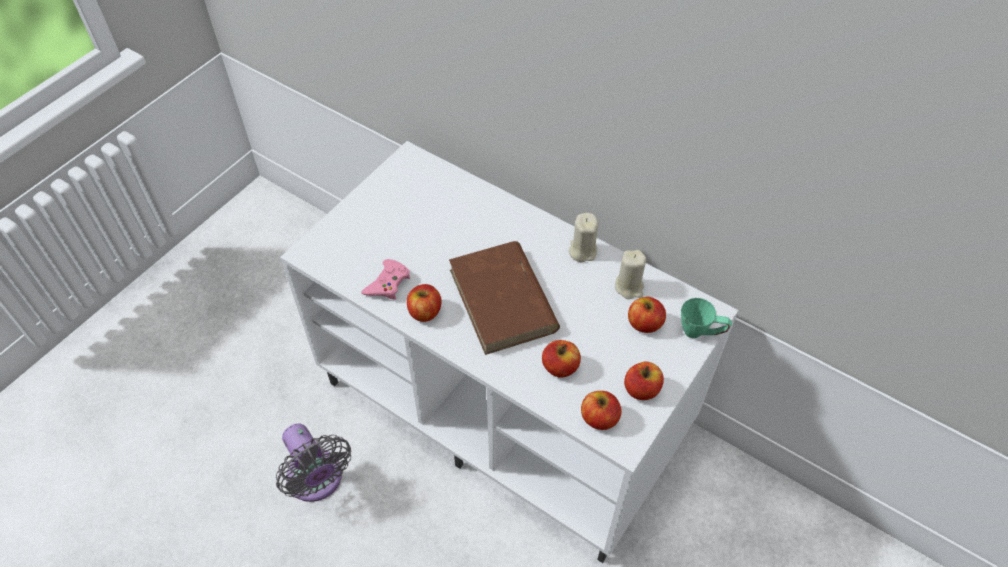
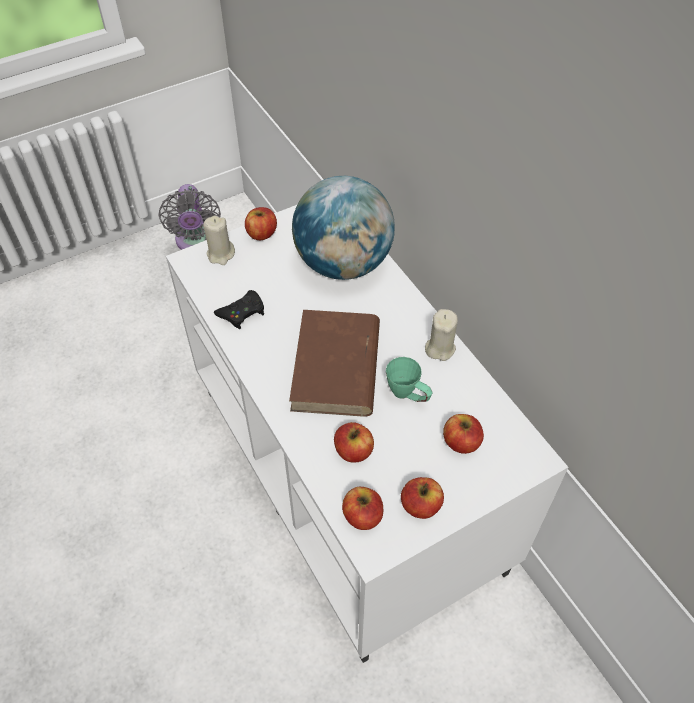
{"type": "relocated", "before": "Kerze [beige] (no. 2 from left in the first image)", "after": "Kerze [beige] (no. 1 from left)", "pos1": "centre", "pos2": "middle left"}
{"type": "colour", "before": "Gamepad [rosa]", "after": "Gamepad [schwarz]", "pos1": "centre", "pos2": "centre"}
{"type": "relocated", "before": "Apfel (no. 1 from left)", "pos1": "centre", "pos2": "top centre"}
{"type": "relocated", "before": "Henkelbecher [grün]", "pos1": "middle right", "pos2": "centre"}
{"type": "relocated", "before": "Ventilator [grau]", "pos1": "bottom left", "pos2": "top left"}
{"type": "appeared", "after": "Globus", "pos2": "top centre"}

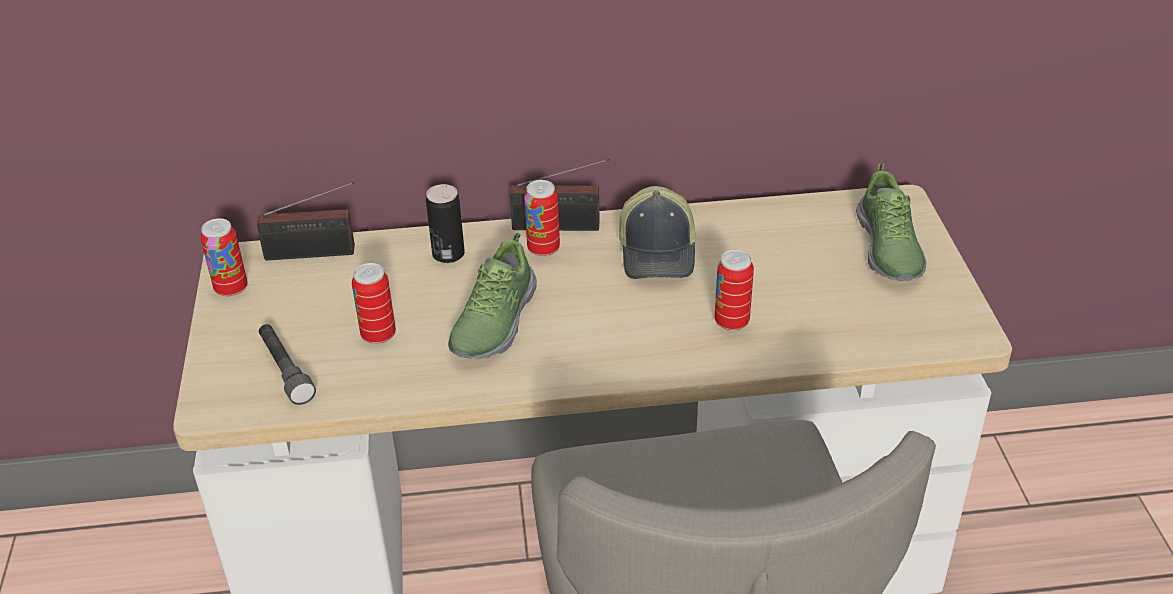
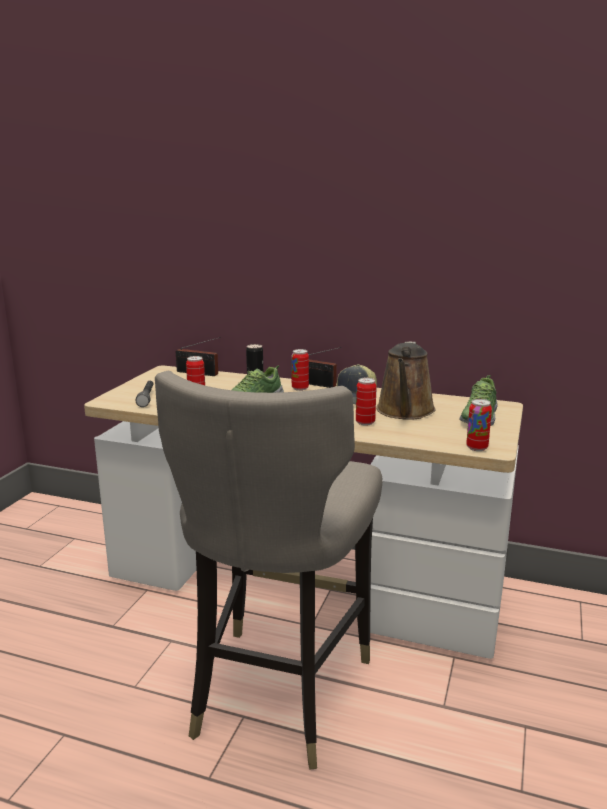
{"type": "relocated", "before": "Dose (no. 1 from left in the first image)", "after": "Dose (no. 5 from left)", "pos1": "middle left", "pos2": "middle right"}
{"type": "appeared", "after": "Gießkanne [braun]", "pos2": "middle right"}

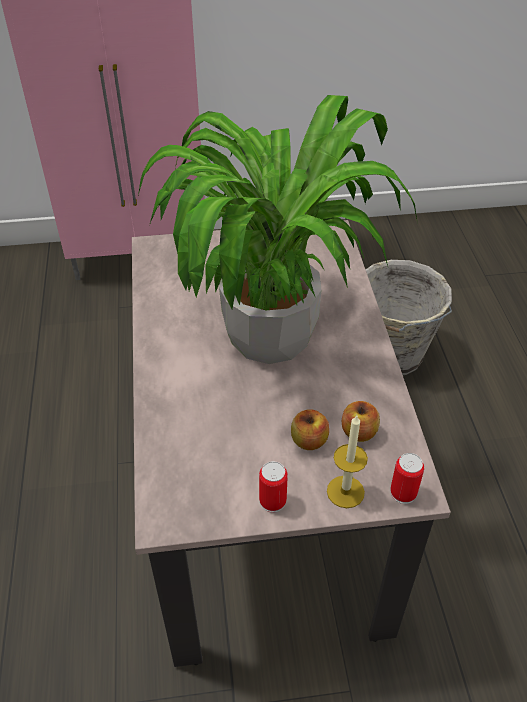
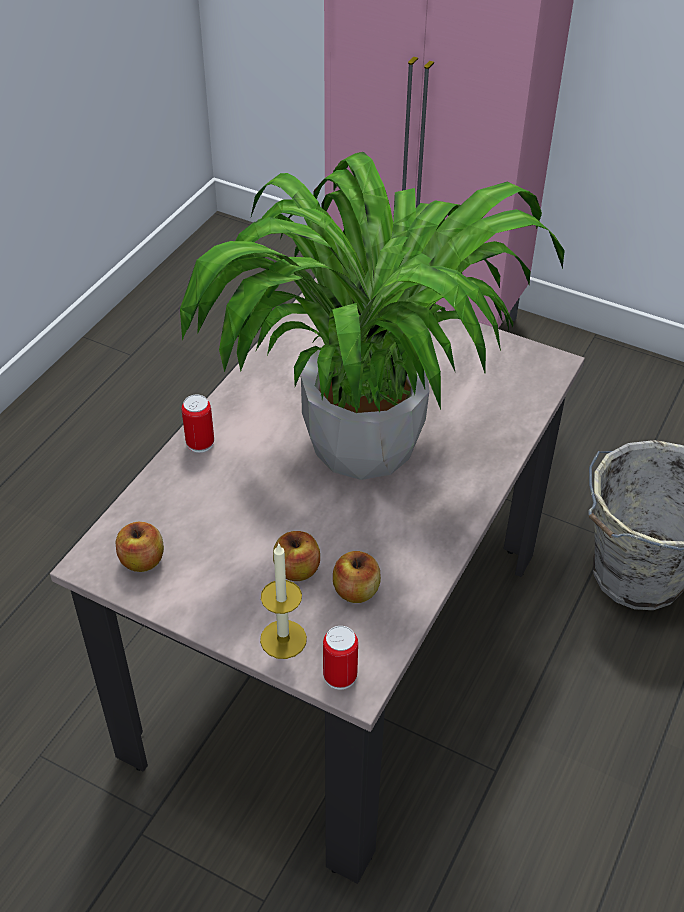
{"type": "relocated", "before": "Dose (no. 1 from left)", "pos1": "bottom centre", "pos2": "middle left"}
{"type": "appeared", "after": "Apfel (no. 1 from left)", "pos2": "middle left"}

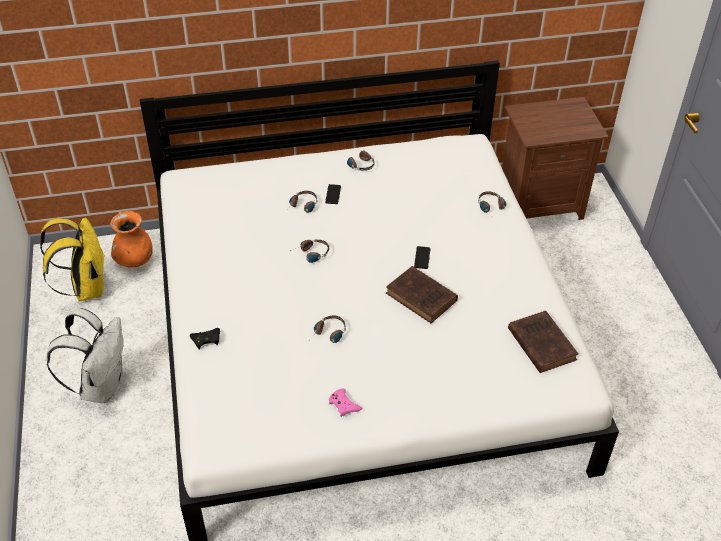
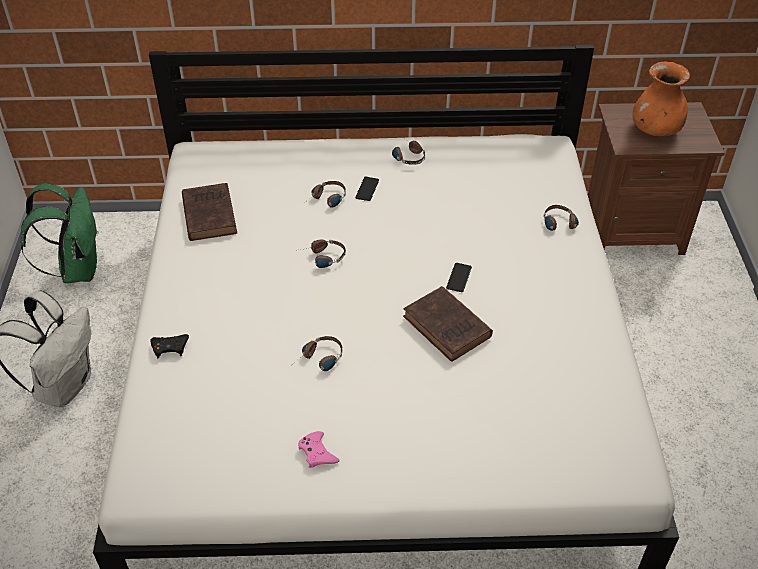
{"type": "relocated", "before": "Vase [orange]", "pos1": "middle left", "pos2": "top right"}
{"type": "colour", "before": "Rucksack [gelb]", "after": "Rucksack [grün]", "pos1": "middle left", "pos2": "middle left"}
{"type": "relocated", "before": "Buch [braun] (no. 2 from left in the first image)", "after": "Buch [braun] (no. 1 from left)", "pos1": "middle right", "pos2": "middle left"}

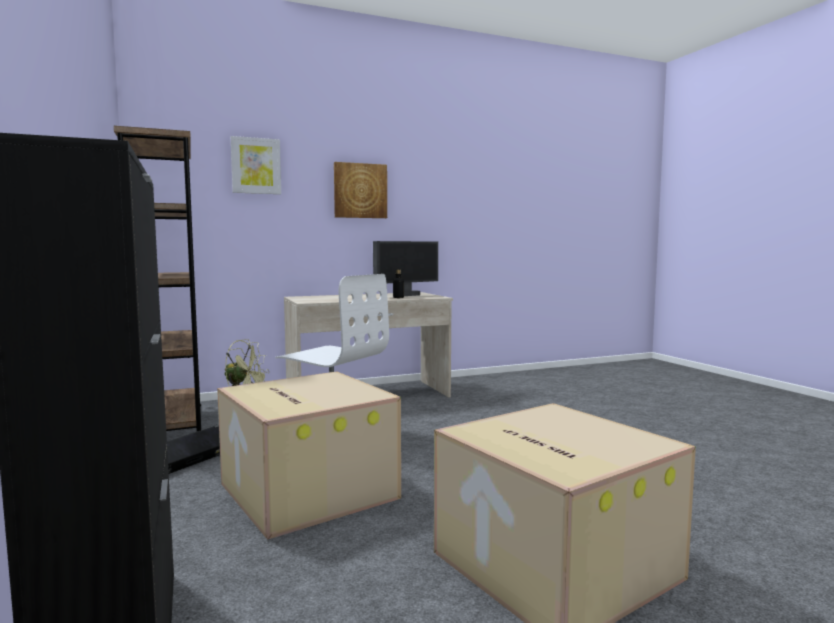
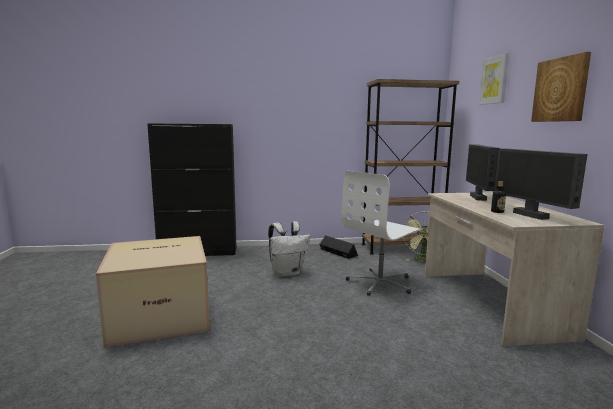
{"type": "exchanged", "before": "Karton (no. 1 from left)", "after": "Rucksack [weiß]", "pos1": "bottom centre", "pos2": "centre"}
{"type": "appeared", "after": "Monitor (no. 1 from left)", "pos2": "middle right"}

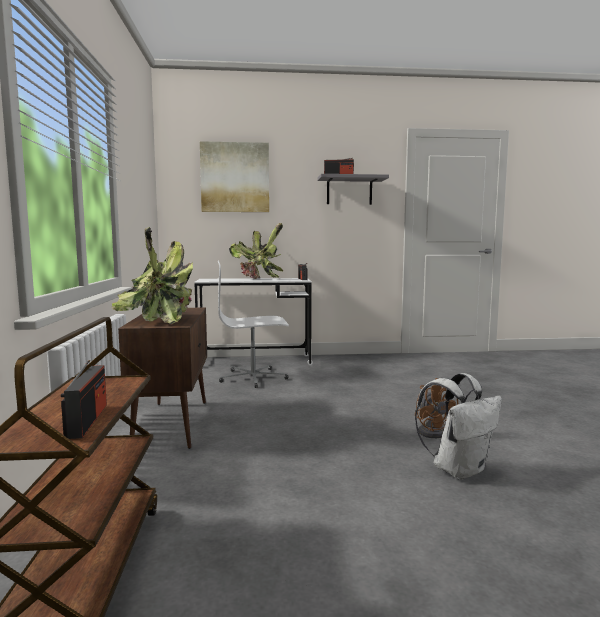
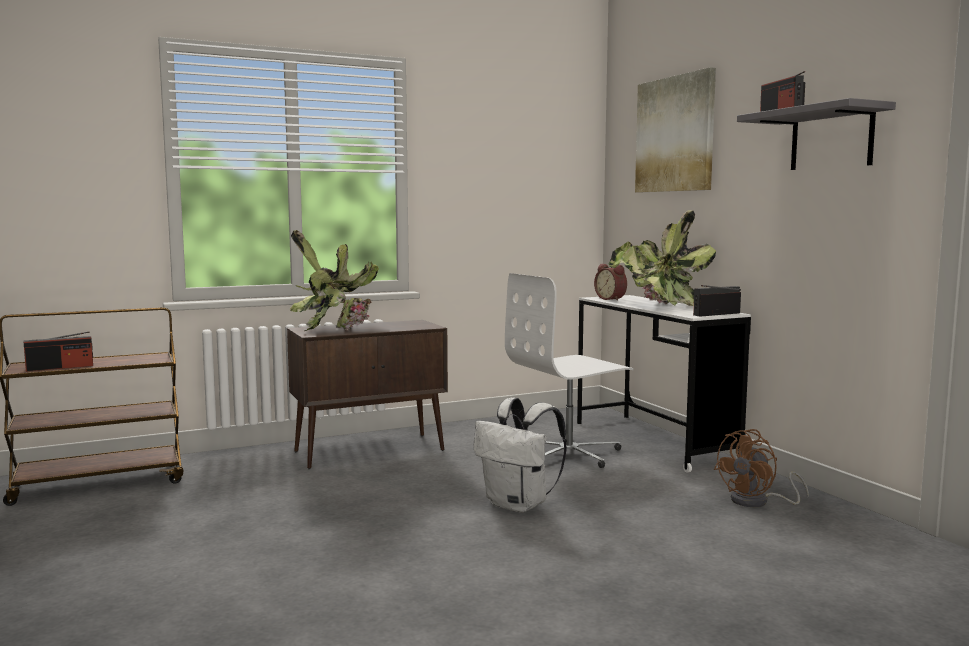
{"type": "spun", "before": "Bürostuhl [weiß]", "pos1": "centre", "pos2": "centre", "turn": -90}
{"type": "relocated", "before": "Rucksack [weiß]", "pos1": "bottom right", "pos2": "bottom centre"}
{"type": "relocated", "before": "Ventilator [braun]", "pos1": "middle right", "pos2": "bottom right"}
{"type": "appeared", "after": "Wecker", "pos2": "centre"}

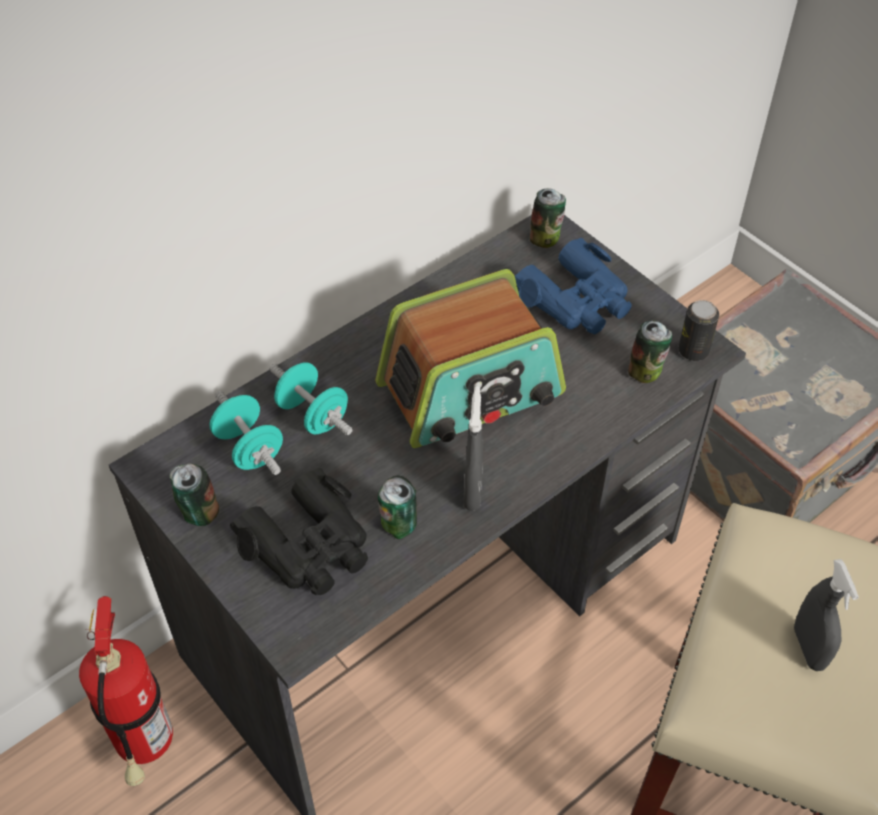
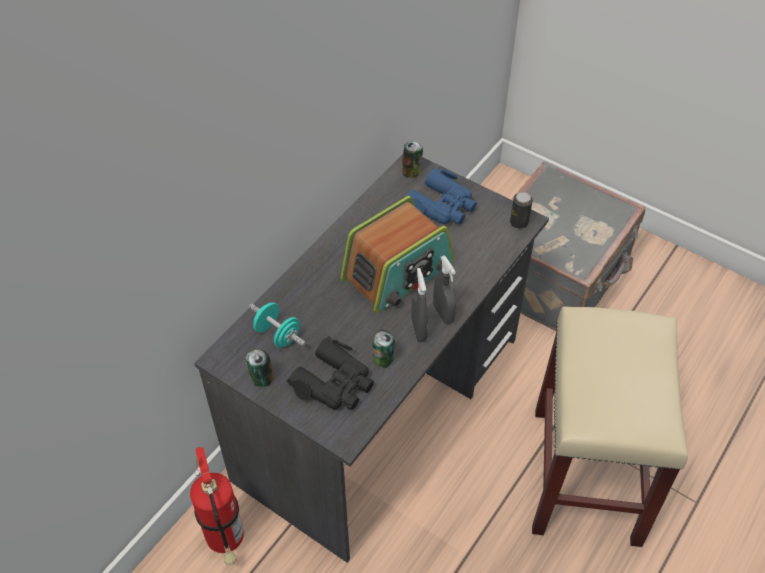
{"type": "missing", "before": "Dose (no. 4 from left)", "pos1": "middle right"}
{"type": "missing", "before": "Hantel [türkis] (no. 2 from left)", "pos1": "centre"}
{"type": "relocated", "before": "Sprühflasche [grau] (no. 2 from left)", "pos1": "bottom right", "pos2": "centre"}

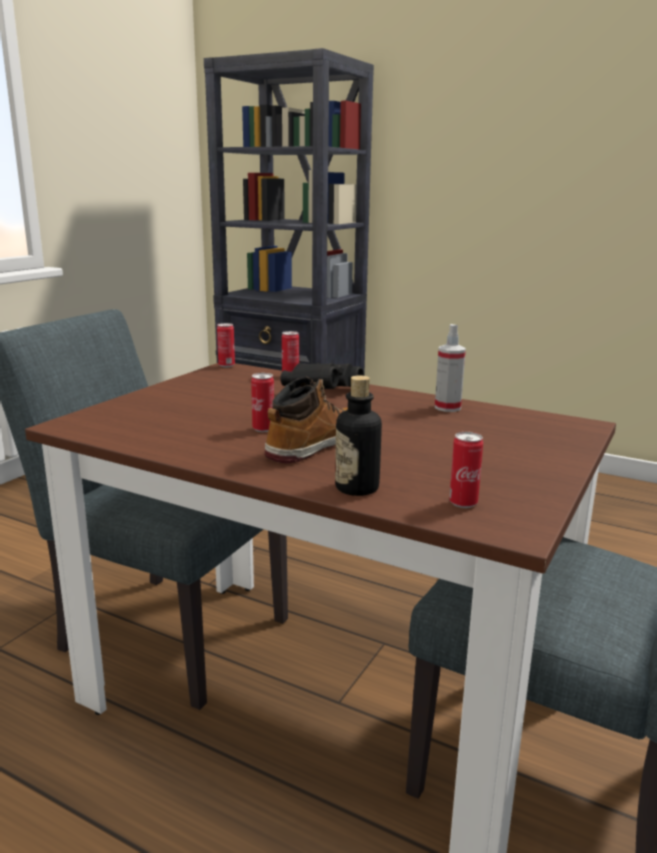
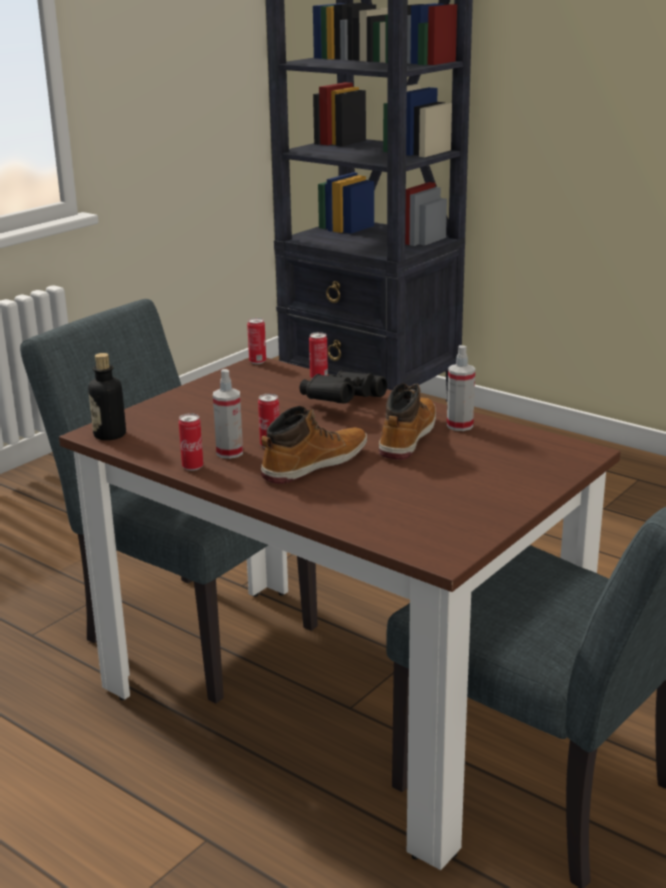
{"type": "relocated", "before": "Flasche", "pos1": "centre", "pos2": "middle left"}
{"type": "relocated", "before": "Dose (no. 4 from left in the first image)", "after": "Dose (no. 1 from left)", "pos1": "middle right", "pos2": "middle left"}
{"type": "appeared", "after": "Sprühflasche (no. 1 from left)", "pos2": "centre"}
{"type": "appeared", "after": "Stiefel (no. 2 from left)", "pos2": "centre"}

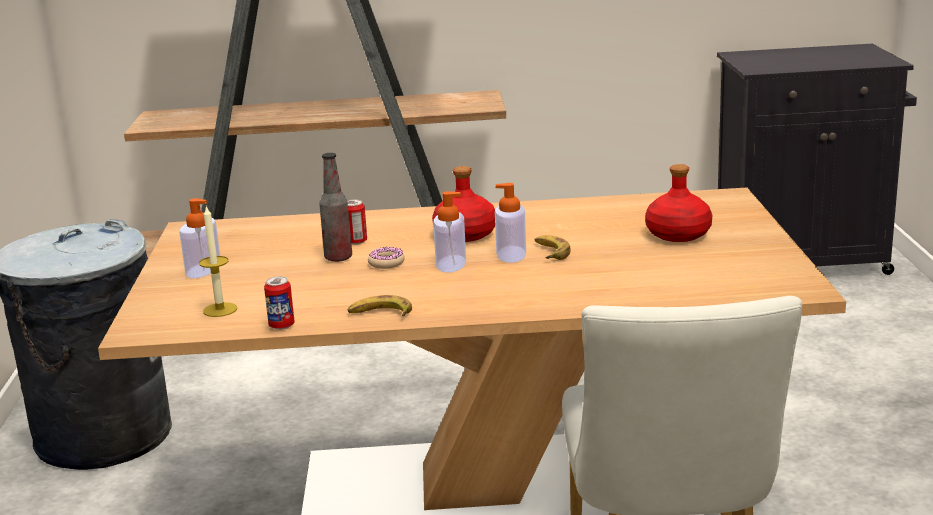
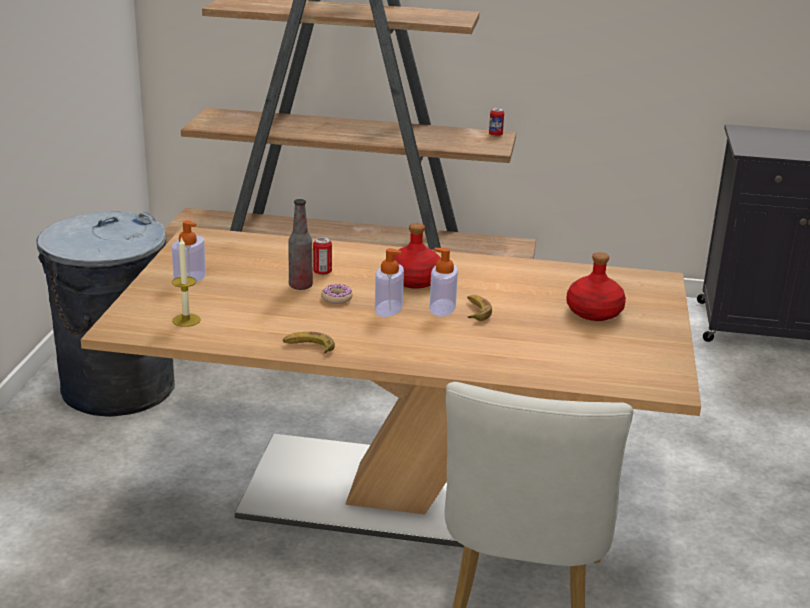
{"type": "relocated", "before": "Dose (no. 1 from left in the first image)", "after": "Dose (no. 2 from left)", "pos1": "middle left", "pos2": "top centre"}

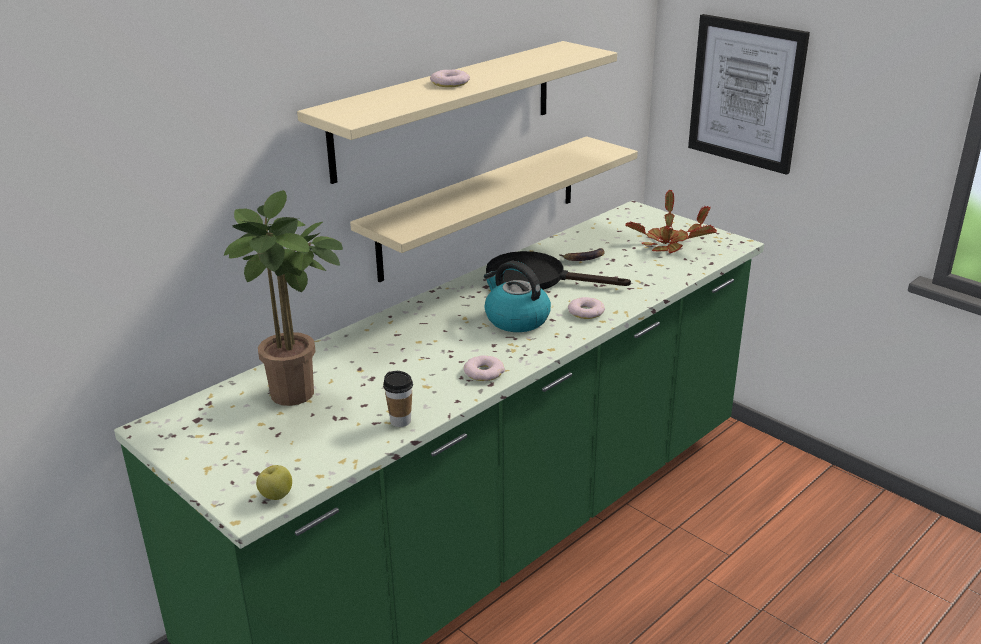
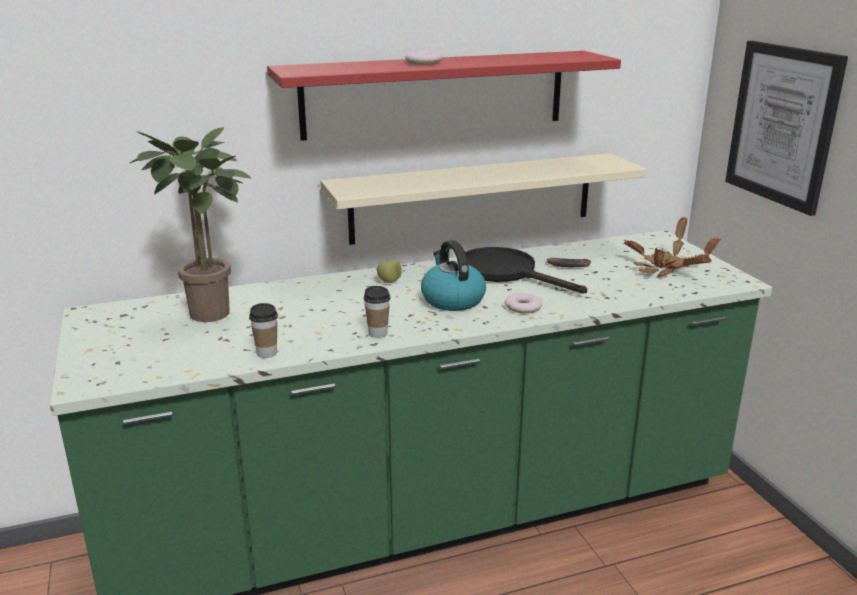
{"type": "colour", "before": "Wandregal [beige] (no. 1 from left)", "after": "Wandregal [rot]", "pos1": "top centre", "pos2": "top centre"}
{"type": "exchanged", "before": "Donut (no. 2 from left)", "after": "Tasse (no. 2 from left)", "pos1": "centre", "pos2": "centre"}
{"type": "relocated", "before": "Apfel", "pos1": "bottom left", "pos2": "centre"}

